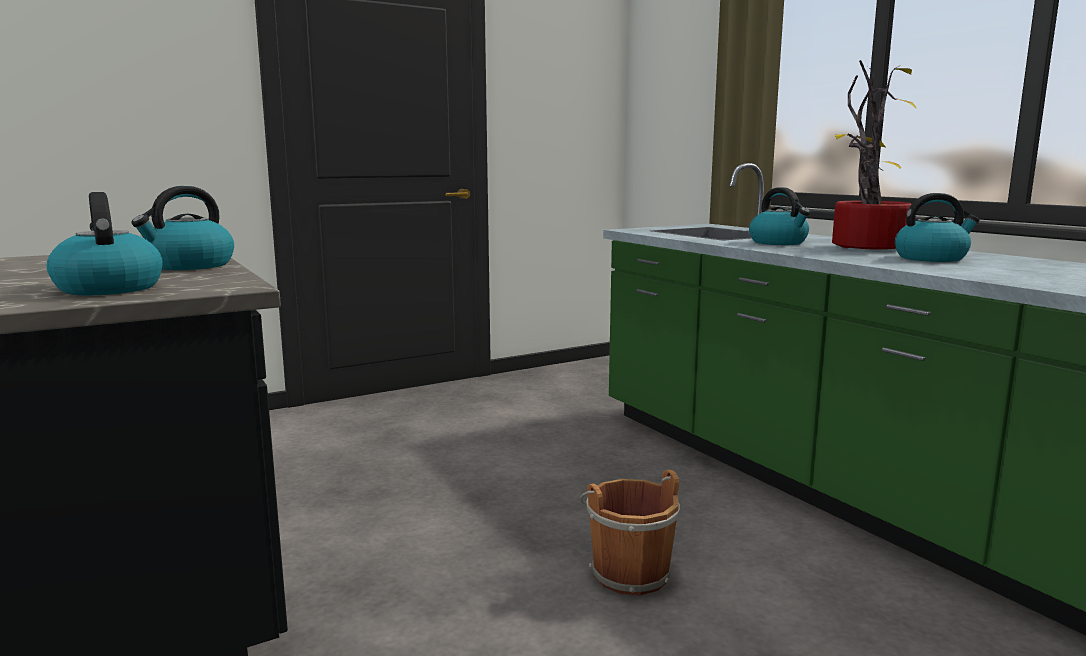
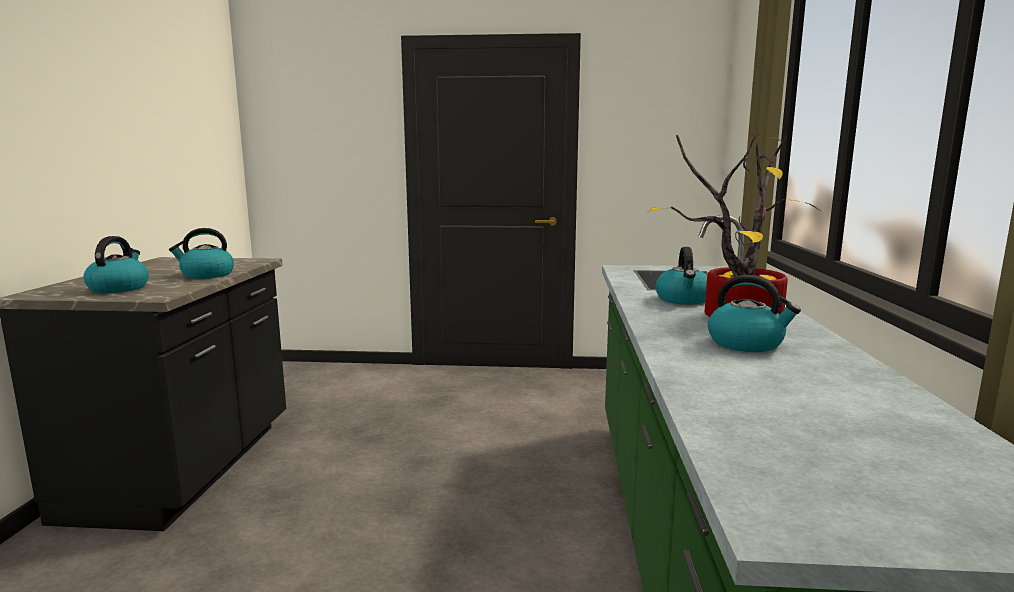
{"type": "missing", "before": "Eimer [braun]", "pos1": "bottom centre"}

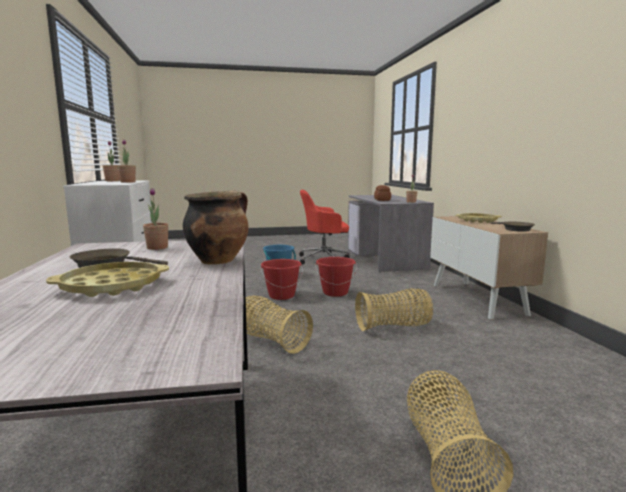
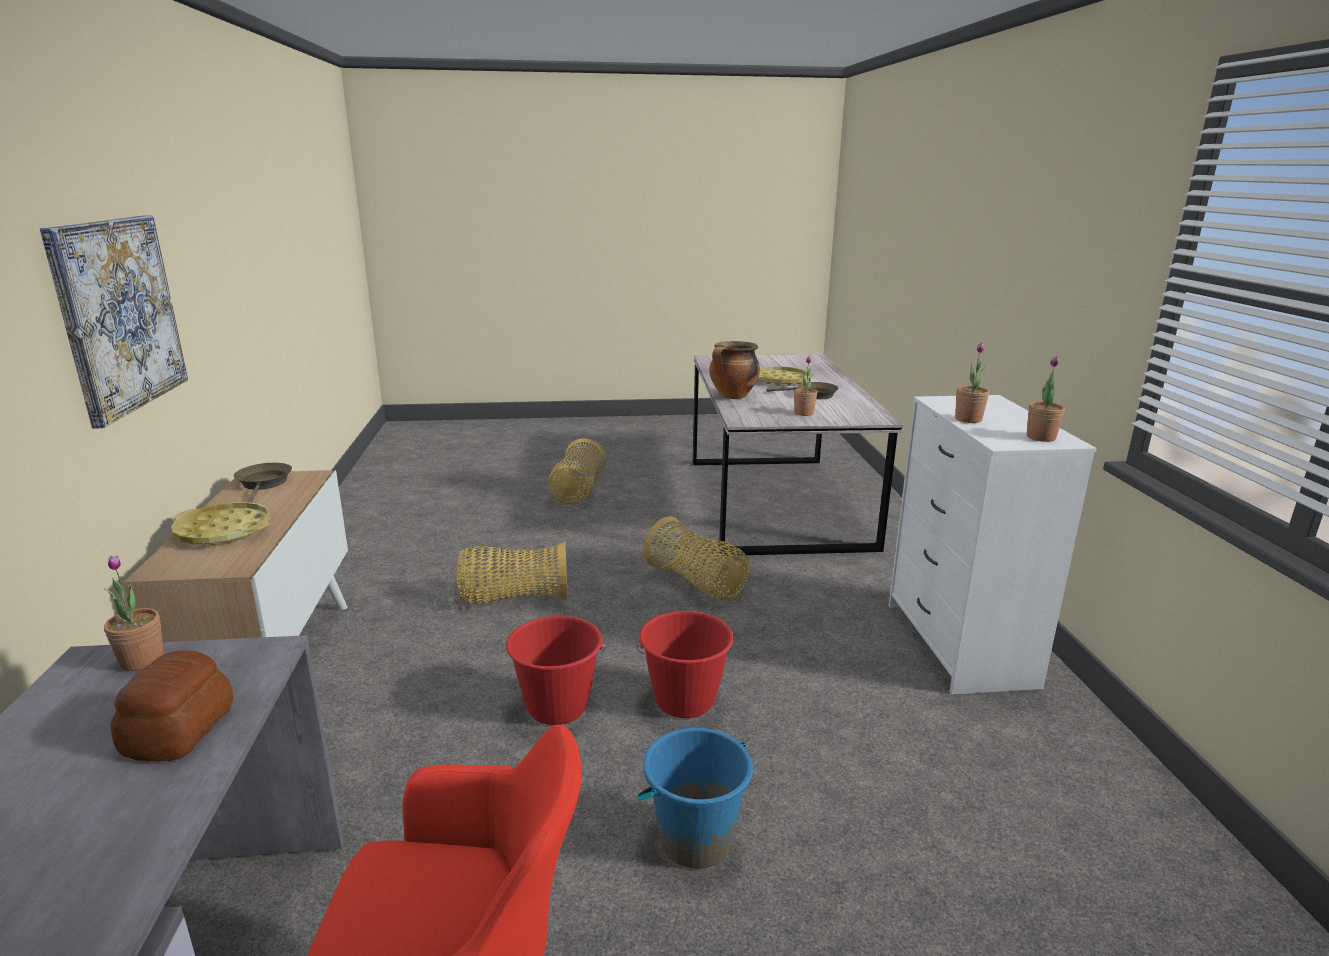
{"type": "appeared", "after": "Bild", "pos2": "middle left"}

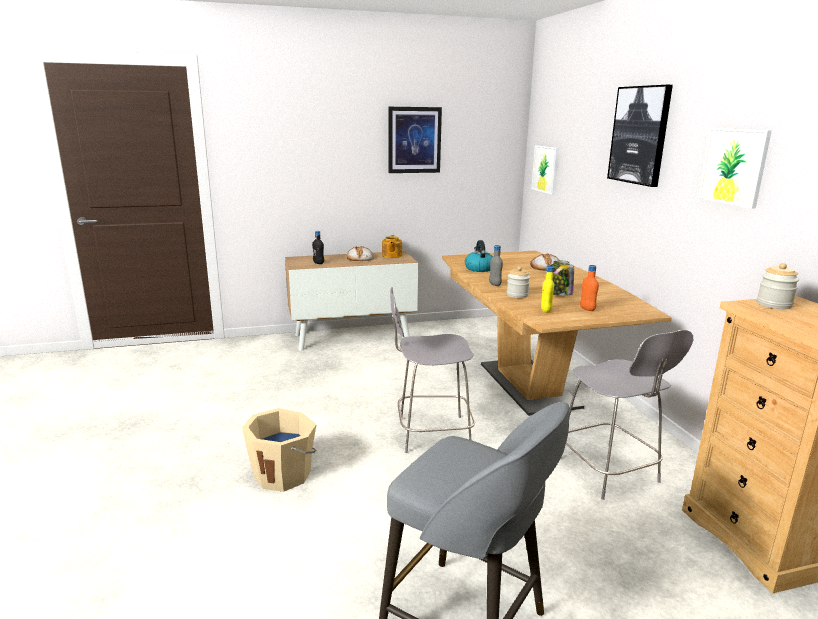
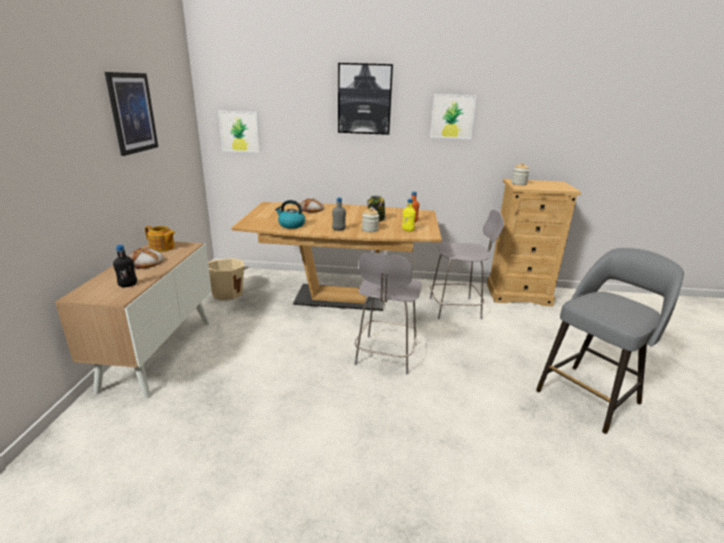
{"type": "relocated", "before": "Eimer [beige]", "pos1": "bottom centre", "pos2": "middle left"}

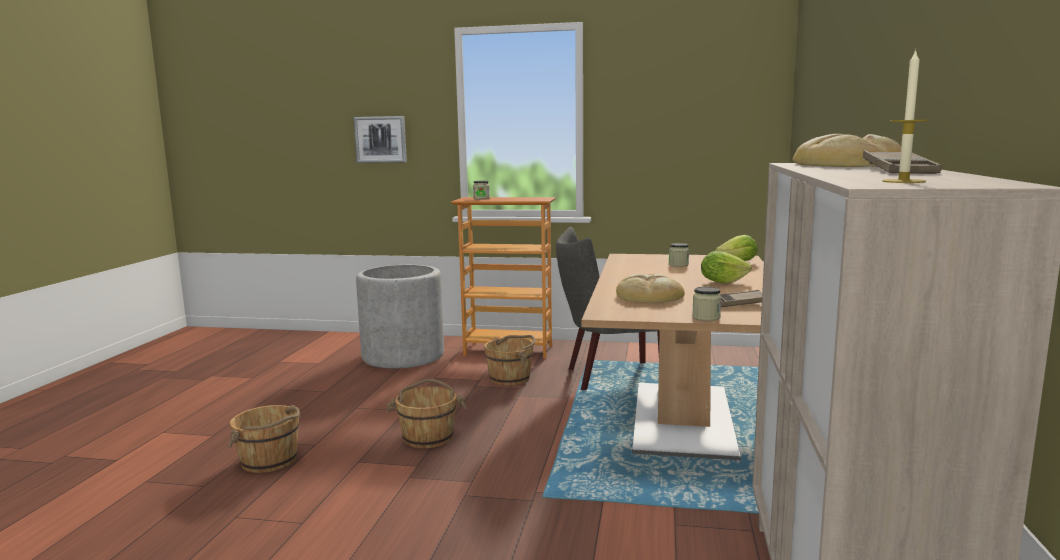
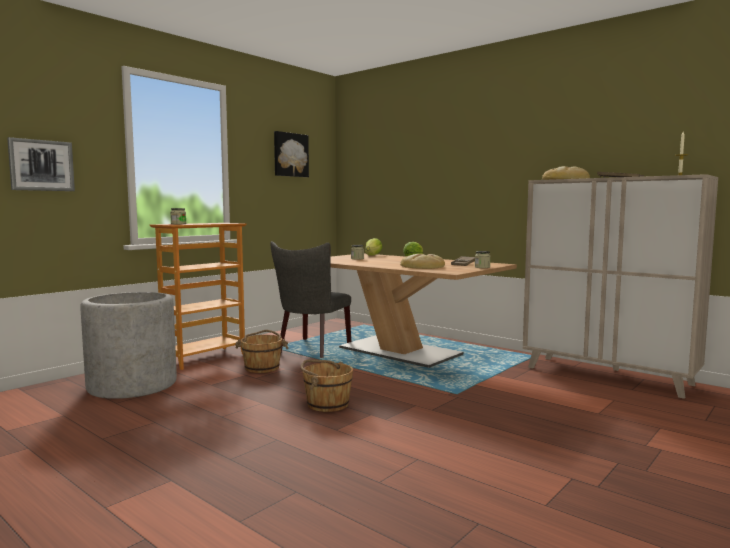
{"type": "missing", "before": "Eimer [braun] (no. 1 from left)", "pos1": "bottom left"}
{"type": "appeared", "after": "Bild (no. 2 from left)", "pos2": "top centre"}

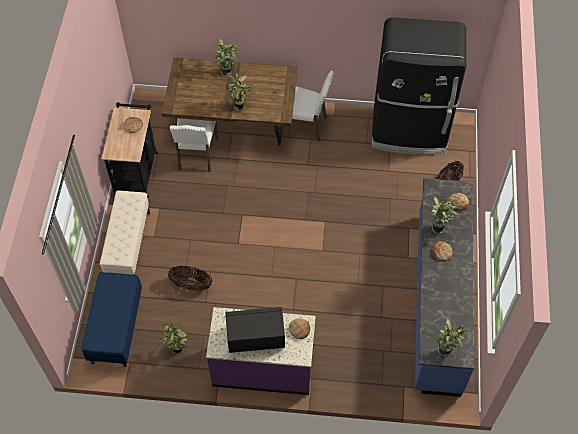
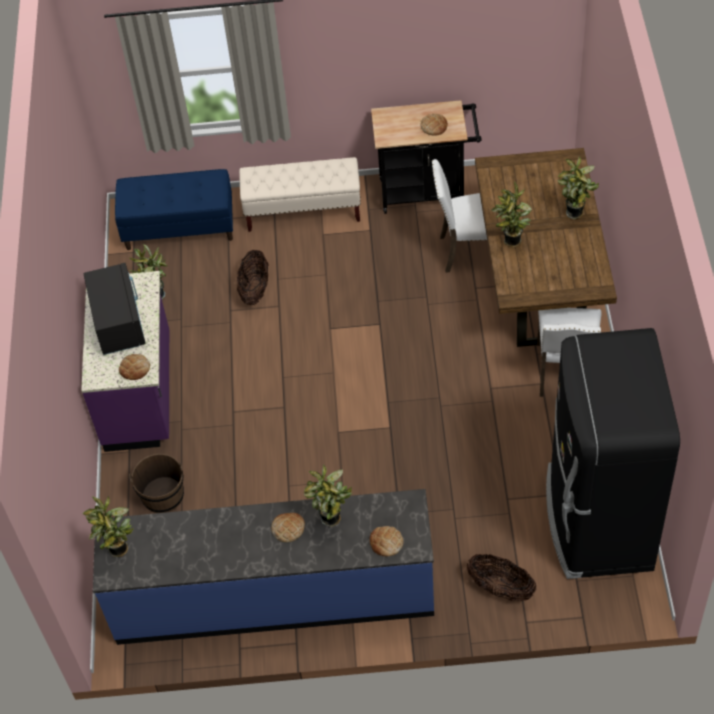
{"type": "appeared", "after": "Eimer [braun]", "pos2": "bottom left"}

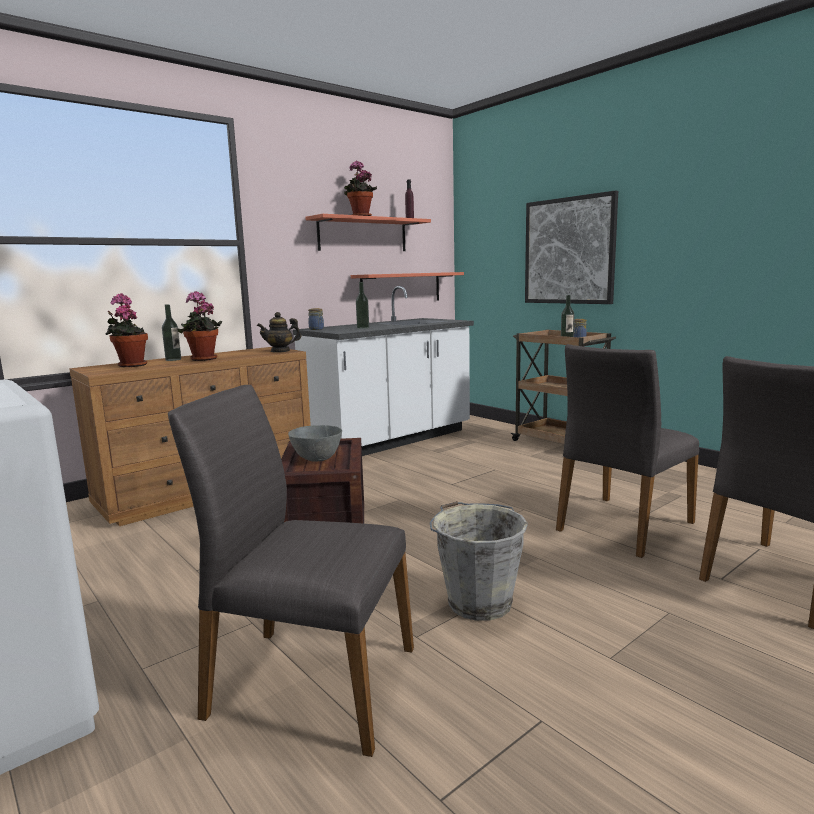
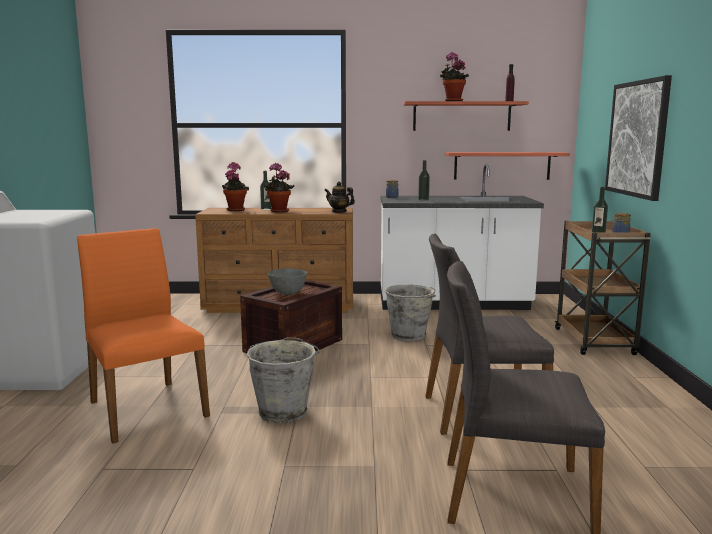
{"type": "colour", "before": "Stuhl [grau] (no. 1 from left)", "after": "Stuhl [orange]", "pos1": "bottom centre", "pos2": "middle left"}
{"type": "appeared", "after": "Eimer [grau] (no. 2 from left)", "pos2": "centre"}

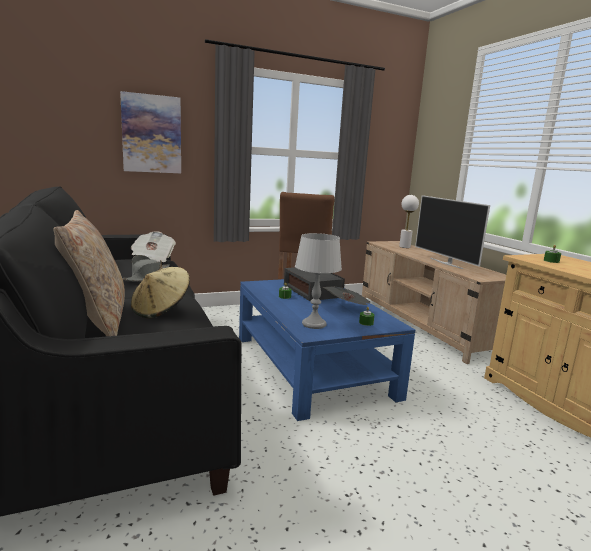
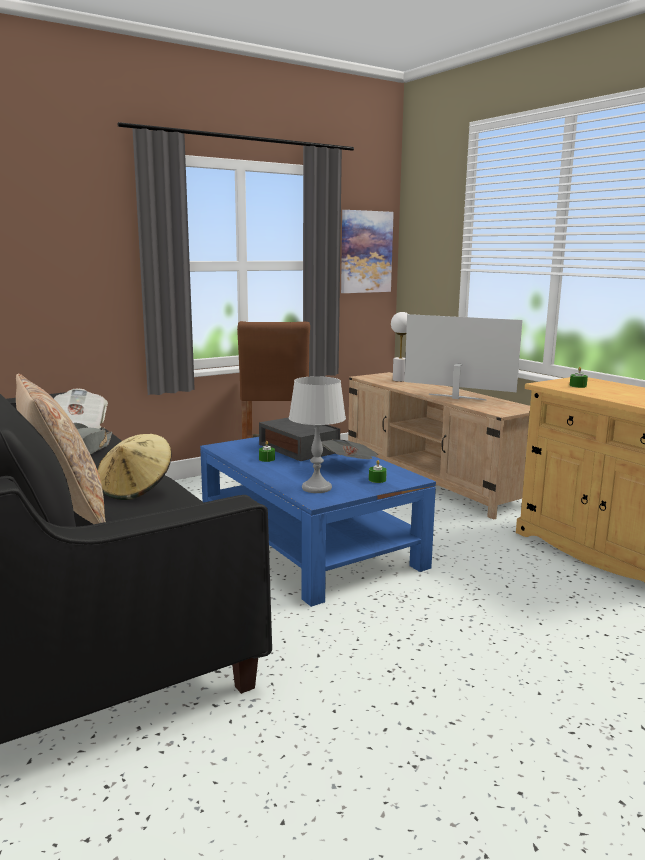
{"type": "relocated", "before": "Bild", "pos1": "top left", "pos2": "top centre"}
{"type": "spun", "before": "Fernseher", "pos1": "middle right", "pos2": "middle right", "turn": 150}

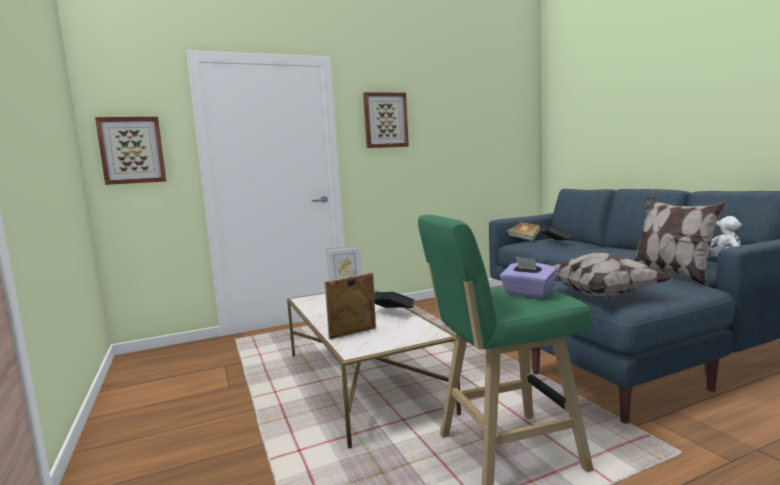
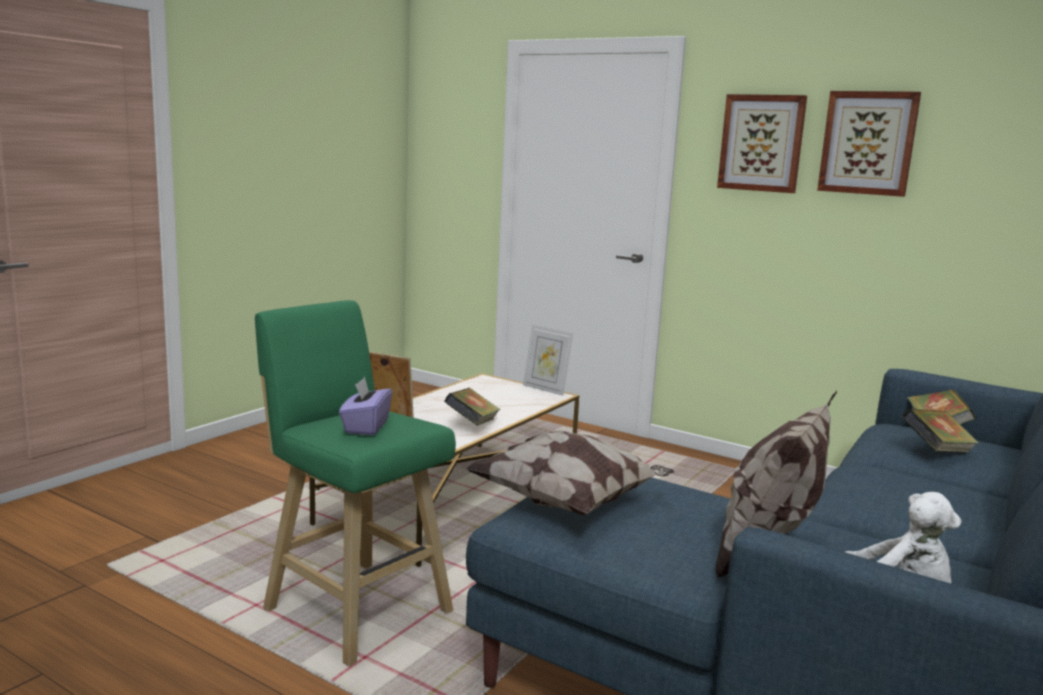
{"type": "relocated", "before": "Bild (no. 1 from left in the first image)", "after": "Bild (no. 2 from left)", "pos1": "top left", "pos2": "top right"}

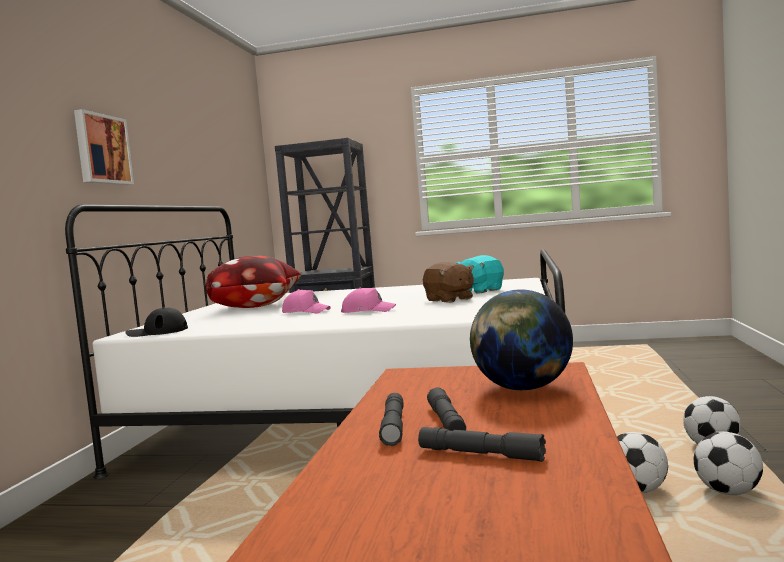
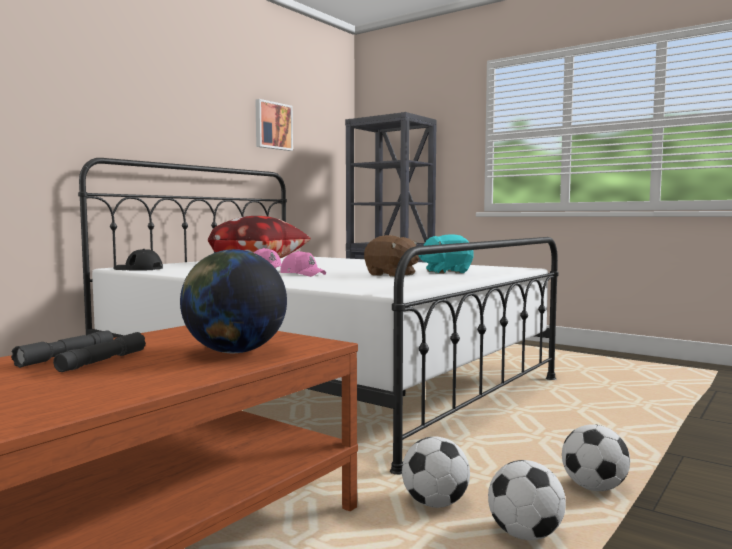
{"type": "relocated", "before": "Bild", "pos1": "top left", "pos2": "top centre"}
{"type": "spun", "before": "Plüschtier [braun]", "pos1": "centre", "pos2": "centre", "turn": -45}
{"type": "missing", "before": "Taschenlampe [grau] (no. 3 from left)", "pos1": "bottom centre"}

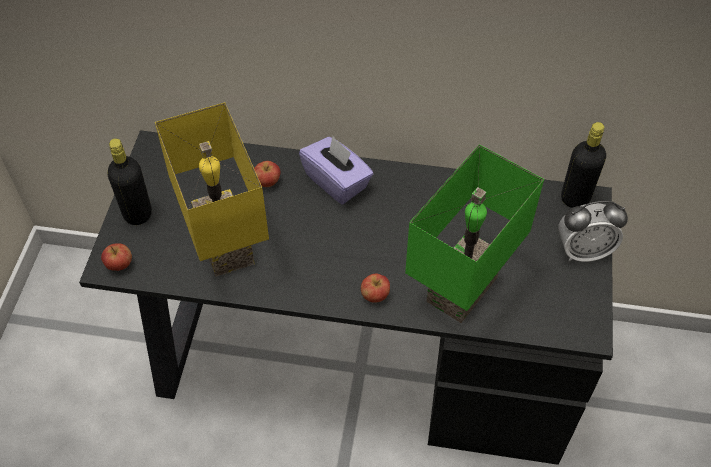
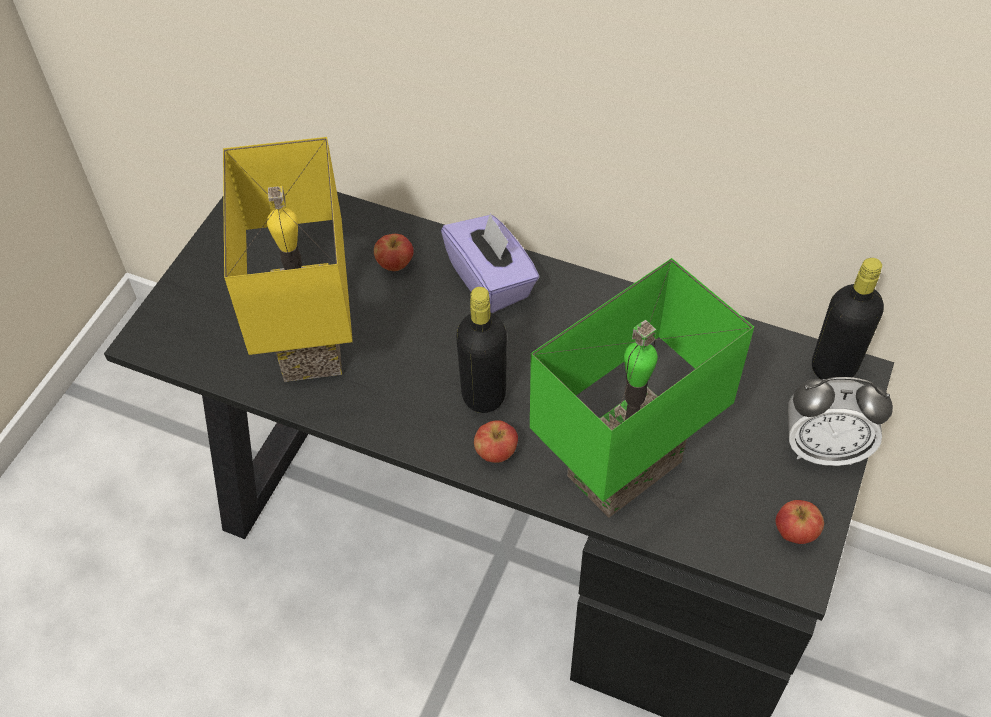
{"type": "relocated", "before": "Flasche [schwarz] (no. 1 from left)", "pos1": "middle left", "pos2": "centre"}
{"type": "relocated", "before": "Apfel (no. 1 from left in the first image)", "after": "Apfel (no. 3 from left)", "pos1": "middle left", "pos2": "bottom right"}

